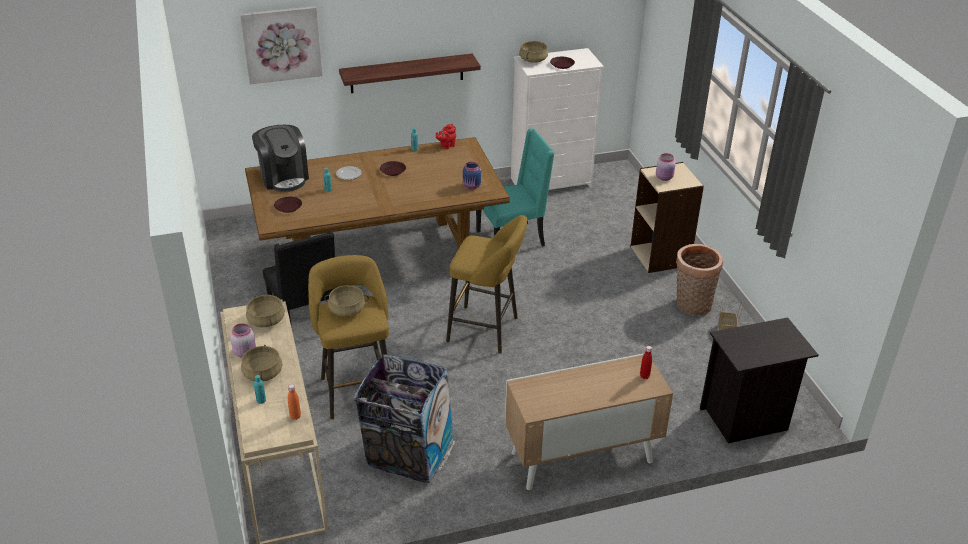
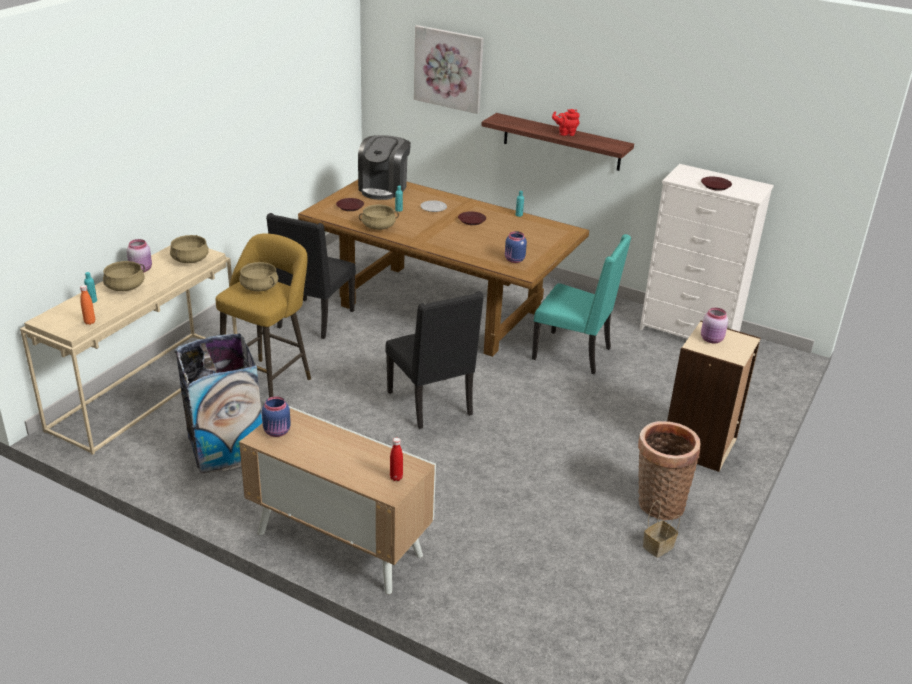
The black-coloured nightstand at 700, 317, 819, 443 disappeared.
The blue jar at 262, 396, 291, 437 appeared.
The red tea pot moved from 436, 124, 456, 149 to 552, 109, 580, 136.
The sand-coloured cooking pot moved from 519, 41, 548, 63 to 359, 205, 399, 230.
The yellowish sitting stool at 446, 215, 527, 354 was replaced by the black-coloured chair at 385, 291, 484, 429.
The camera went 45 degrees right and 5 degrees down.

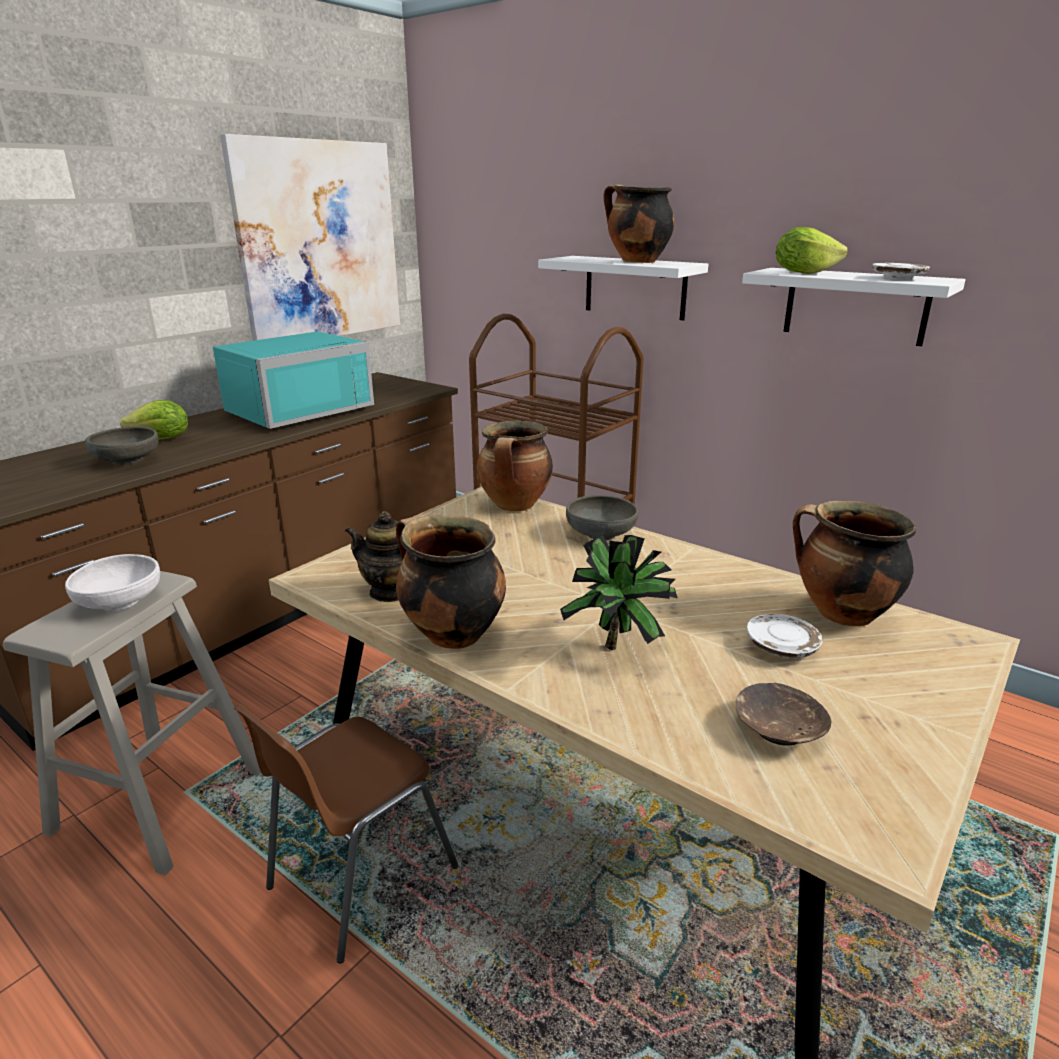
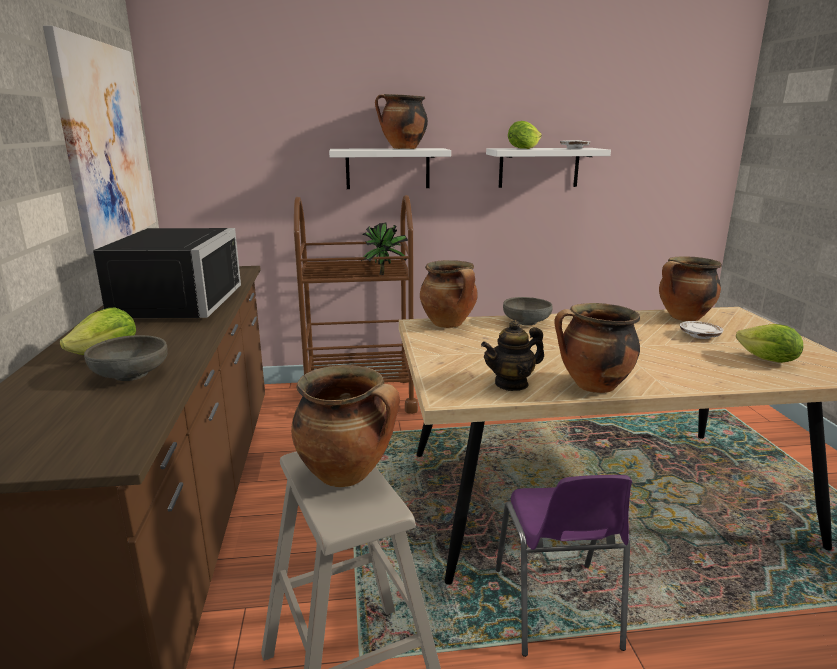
The houseplant moved from 560, 535, 677, 650 to 361, 223, 408, 275.
The whitish serving bowl at 65, 554, 160, 611 was replaced by the cooking pot at 291, 365, 400, 487.
The brown-coloured serving bowl at 735, 683, 831, 745 was replaced by the lettuce head at 736, 324, 803, 363.
The blue-green kitchen microwave at 213, 331, 374, 429 became the black-coloured kitchen microwave at 93, 228, 241, 318.
The brown-coloured chair at 234, 704, 459, 963 became the purple-coloured chair at 496, 475, 632, 657.
The camera went 45 degrees left and 5 degrees down.

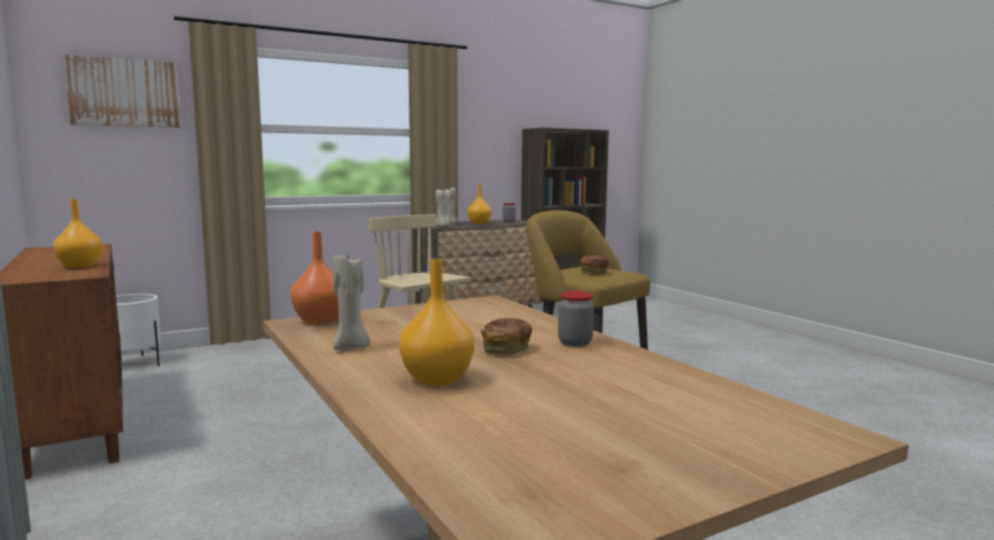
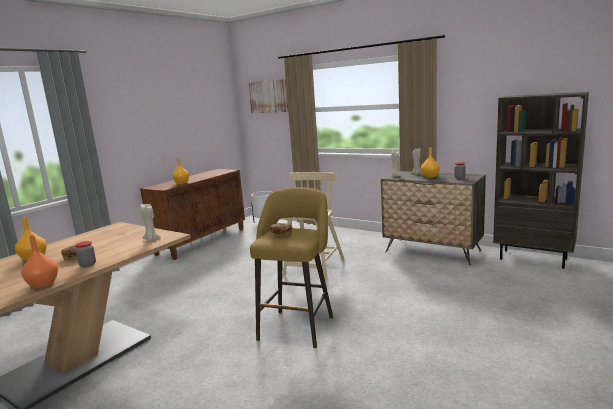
The orangey vase moved from 290, 231, 339, 324 to 21, 235, 58, 288.
The sand-coloured wax light moved from 333, 256, 370, 350 to 140, 204, 160, 241.
The camera went 65 degrees right and 5 degrees up.

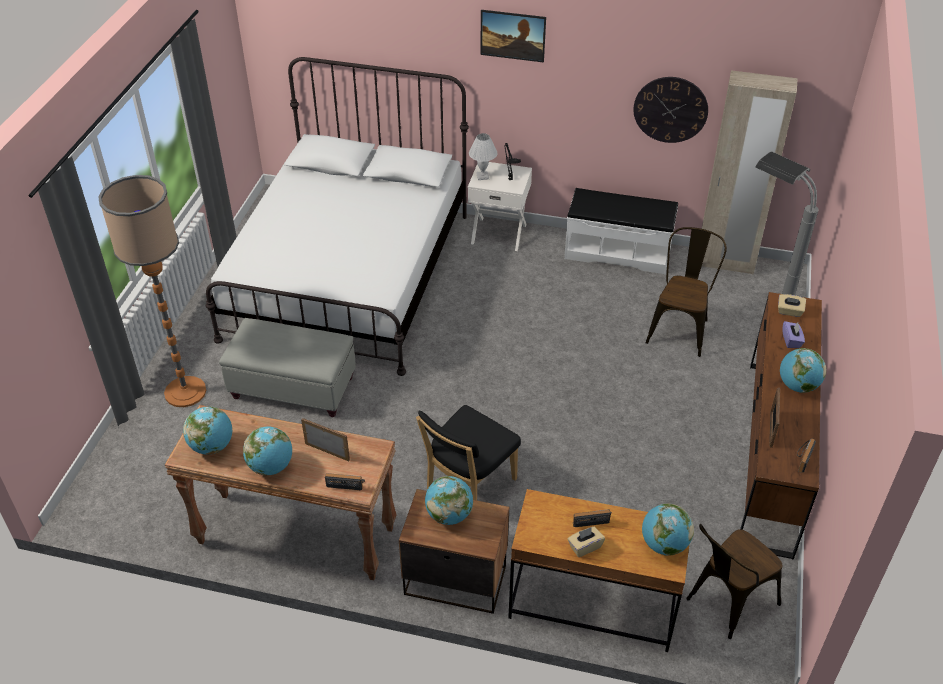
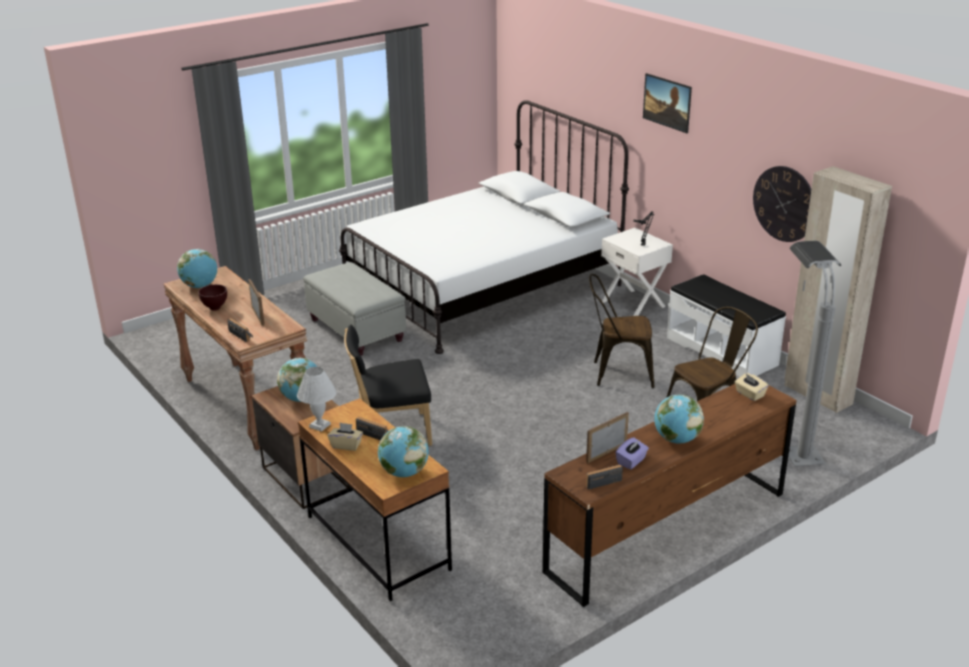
The standard lamp at 98, 175, 206, 407 disappeared.
The whitish lamp for a table moved from 469, 133, 497, 180 to 297, 367, 336, 432.
The brown-coloured chair moved from 686, 524, 782, 639 to 589, 274, 654, 388.
The purple-coloured tissue holder moved from 783, 321, 805, 348 to 615, 437, 649, 470.
The globe at 243, 427, 292, 476 was replaced by the brown-coloured serving bowl at 198, 284, 227, 311.
The camera went 40 degrees right and 15 degrees down.

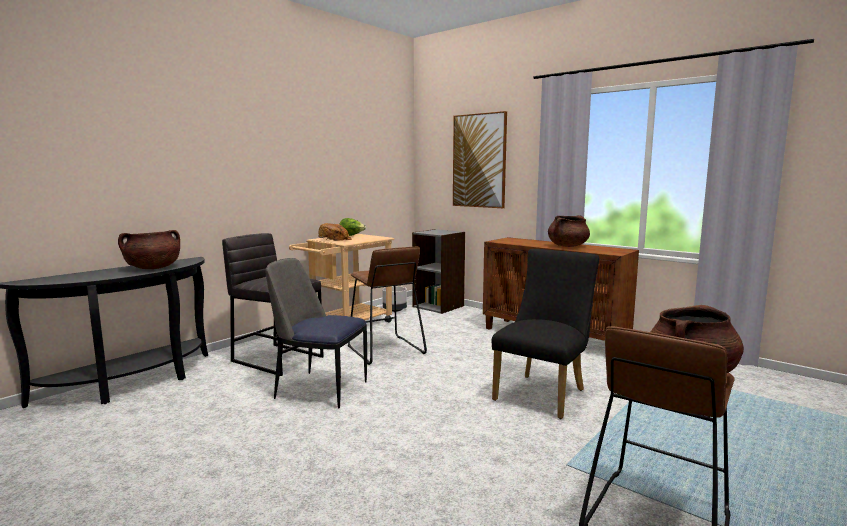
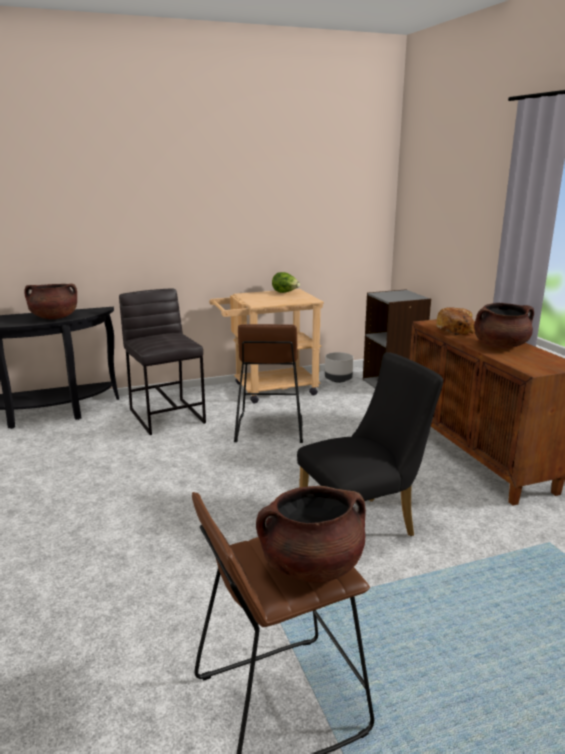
The chair at 265, 258, 367, 409 disappeared.
The wall art at 453, 111, 507, 208 disappeared.
The bakery bread moved from 319, 223, 352, 241 to 436, 308, 475, 335.
The camera went 30 degrees right and 10 degrees up.

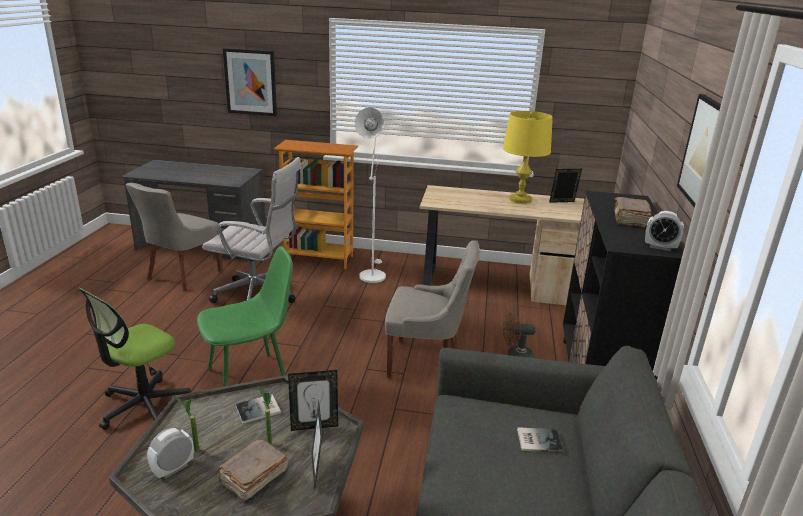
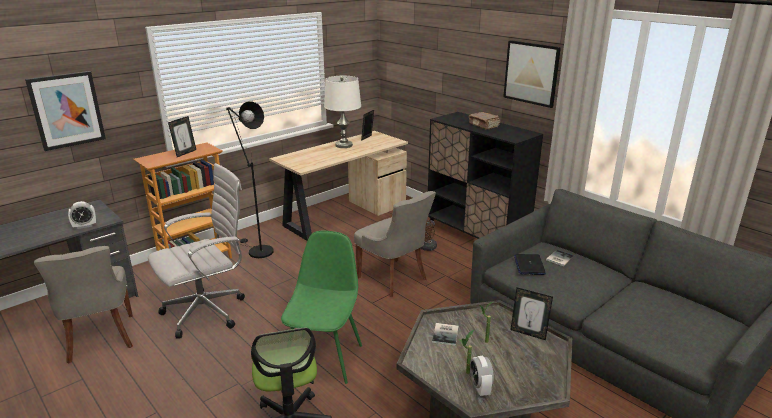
The brown-coloured volume at 217, 439, 288, 502 disappeared.
The portable computer at 514, 254, 546, 275 appeared.
The standing frame moved from 288, 370, 338, 431 to 168, 116, 196, 157.
The bedside clock moved from 645, 211, 684, 251 to 68, 201, 96, 229.
The whitish standard lamp at 355, 107, 386, 283 became the black-coloured standard lamp at 226, 101, 274, 258.
The yellowish lamp for a table at 503, 111, 553, 204 became the whitish lamp for a table at 324, 76, 361, 148.
The grey chair at 385, 241, 480, 379 turned 90 degrees clockwise.
The camera went 50 degrees left and 0 degrees up.

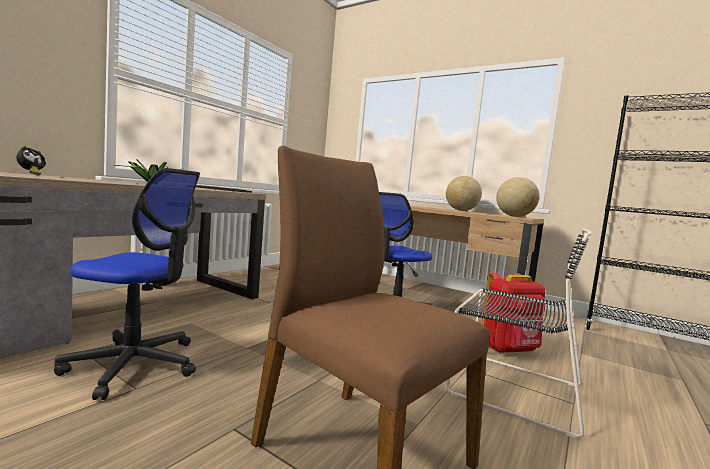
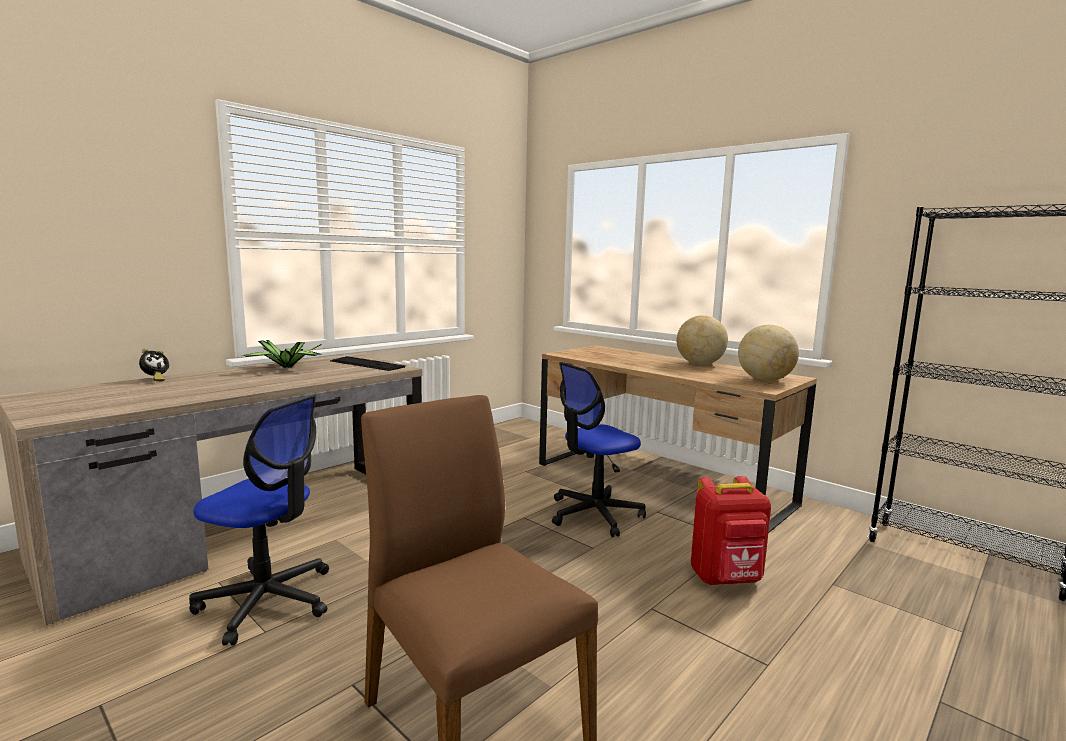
The black-coloured chair at 446, 229, 592, 438 disappeared.
The camera went 10 degrees right and 5 degrees up.

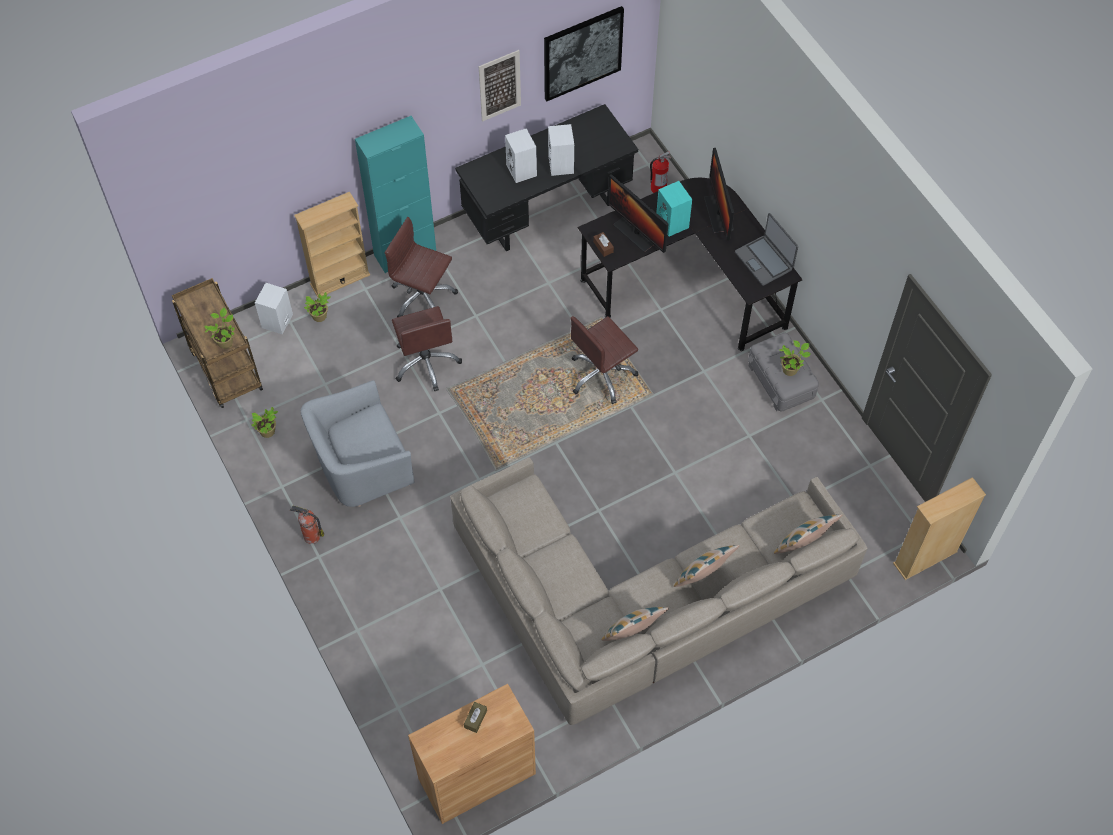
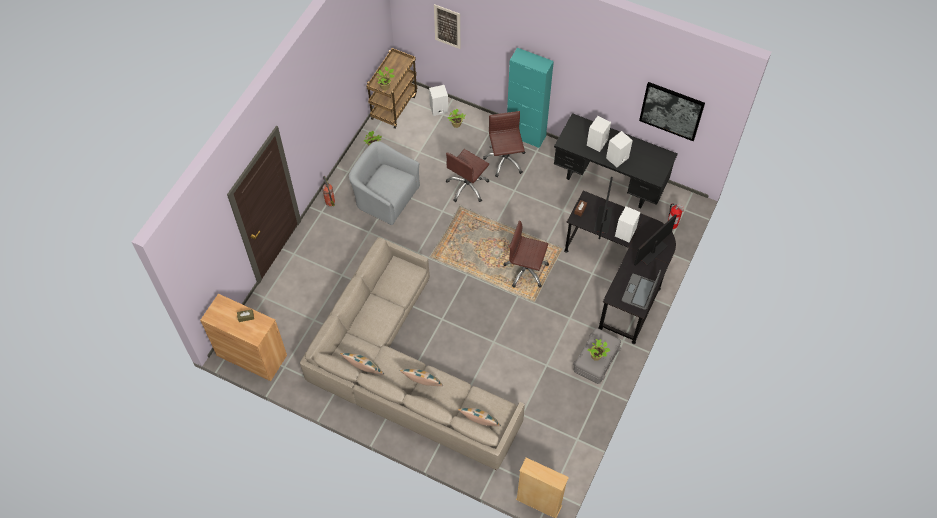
The sand-coloured shelving unit at 294, 192, 370, 297 disappeared.
The wall art moved from 479, 50, 521, 122 to 434, 4, 460, 49.
The blue-green audio speaker at 656, 181, 692, 236 became the whitish audio speaker at 615, 206, 640, 242.
The camera went 55 degrees right and 0 degrees up.

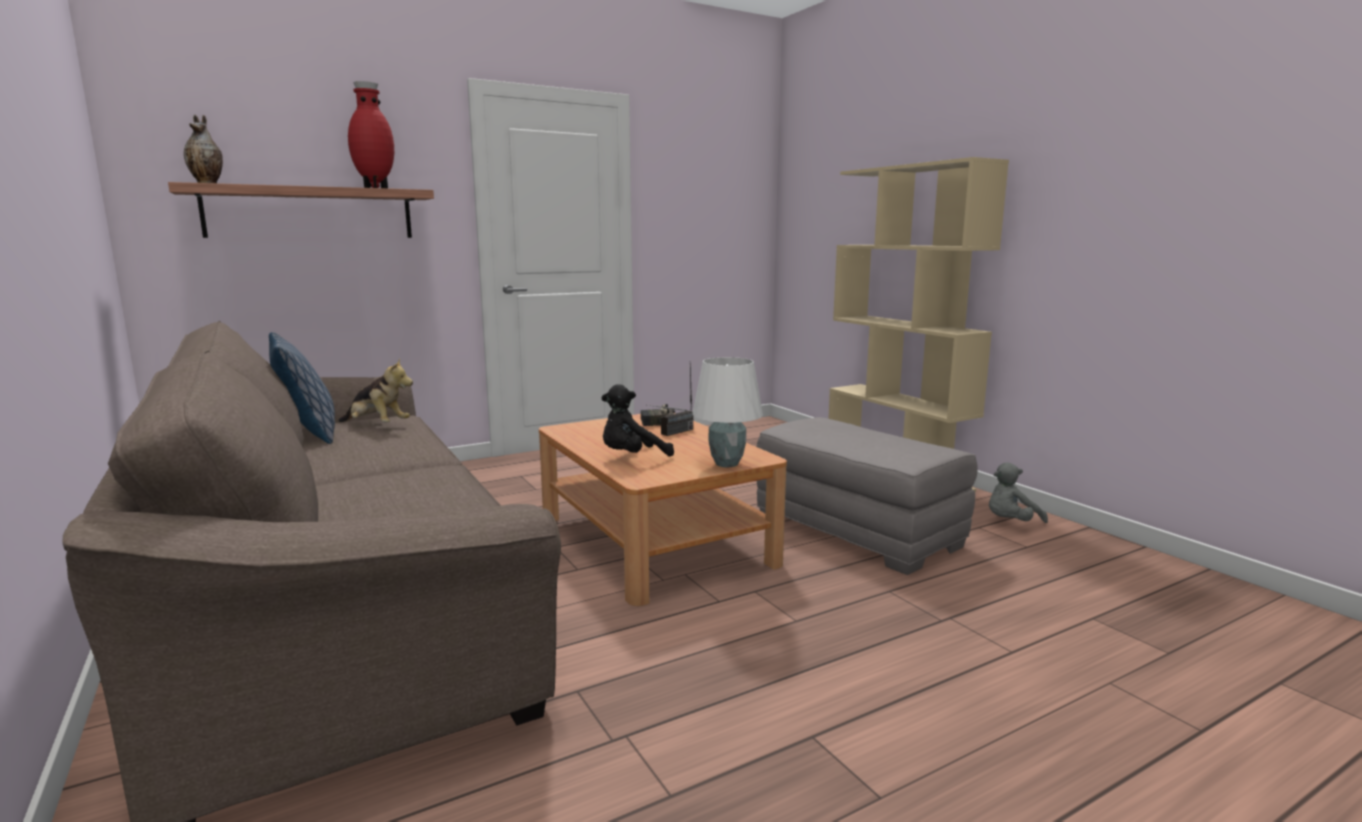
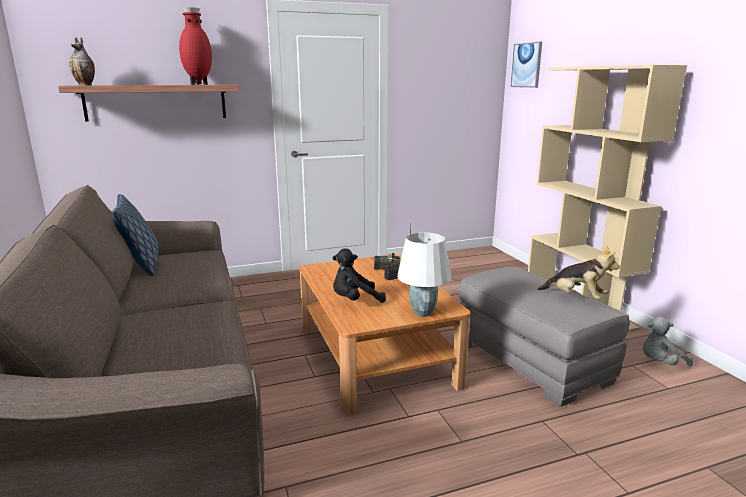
The wall art at 511, 42, 542, 88 appeared.
The cuddly toy moved from 339, 358, 413, 423 to 537, 246, 620, 299.
The camera went 10 degrees right and 5 degrees up.

